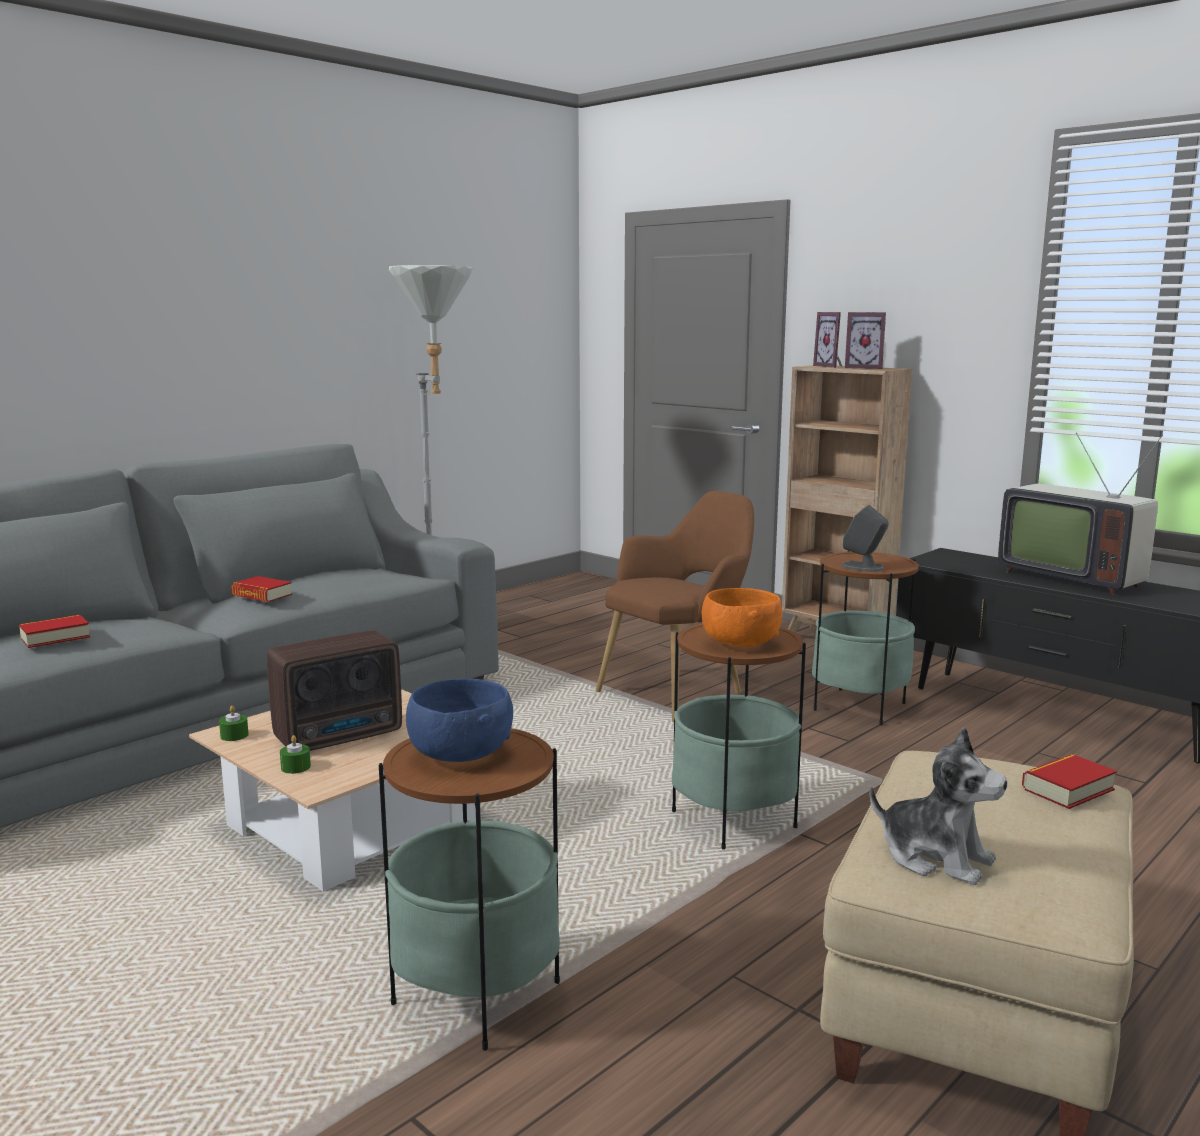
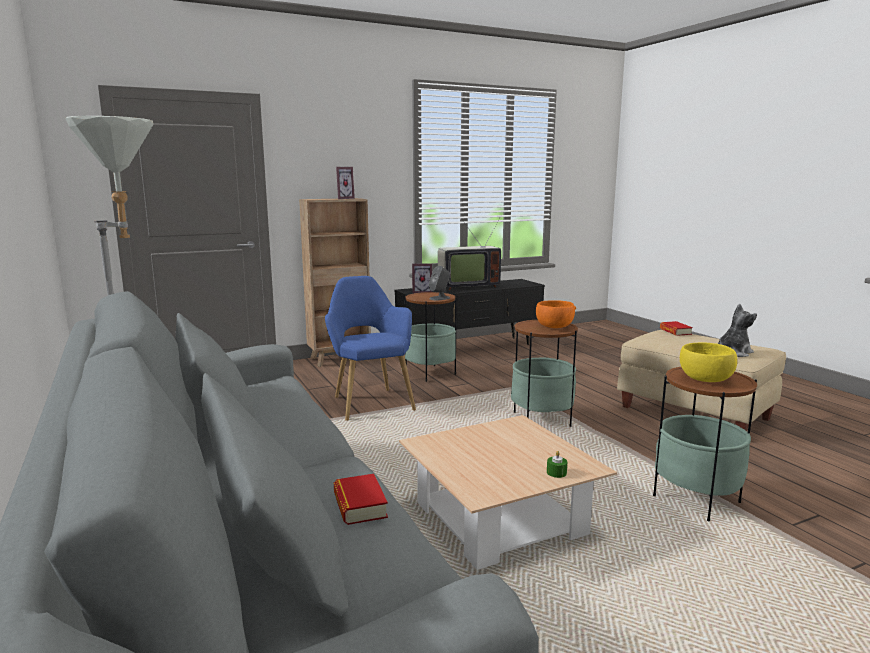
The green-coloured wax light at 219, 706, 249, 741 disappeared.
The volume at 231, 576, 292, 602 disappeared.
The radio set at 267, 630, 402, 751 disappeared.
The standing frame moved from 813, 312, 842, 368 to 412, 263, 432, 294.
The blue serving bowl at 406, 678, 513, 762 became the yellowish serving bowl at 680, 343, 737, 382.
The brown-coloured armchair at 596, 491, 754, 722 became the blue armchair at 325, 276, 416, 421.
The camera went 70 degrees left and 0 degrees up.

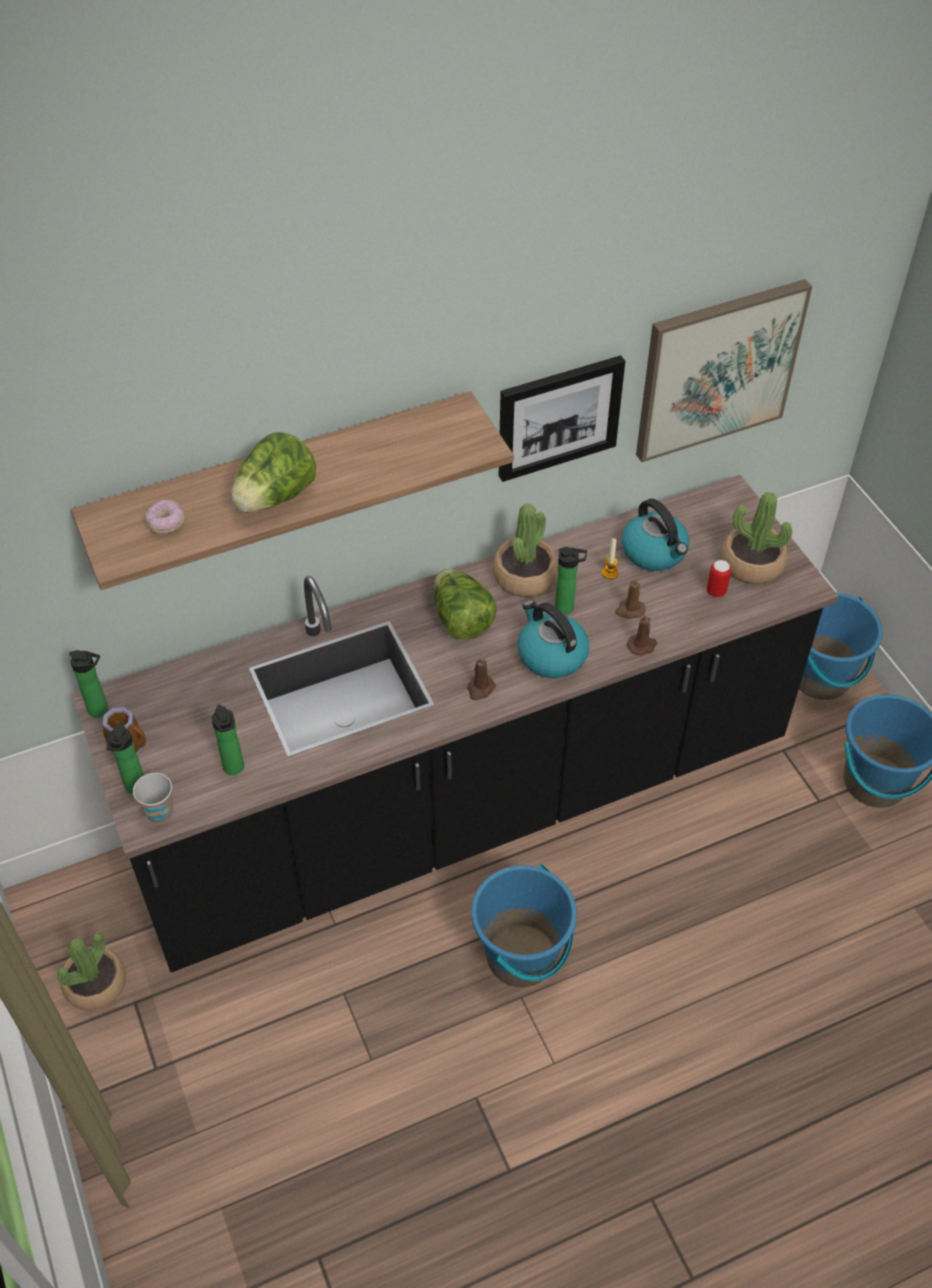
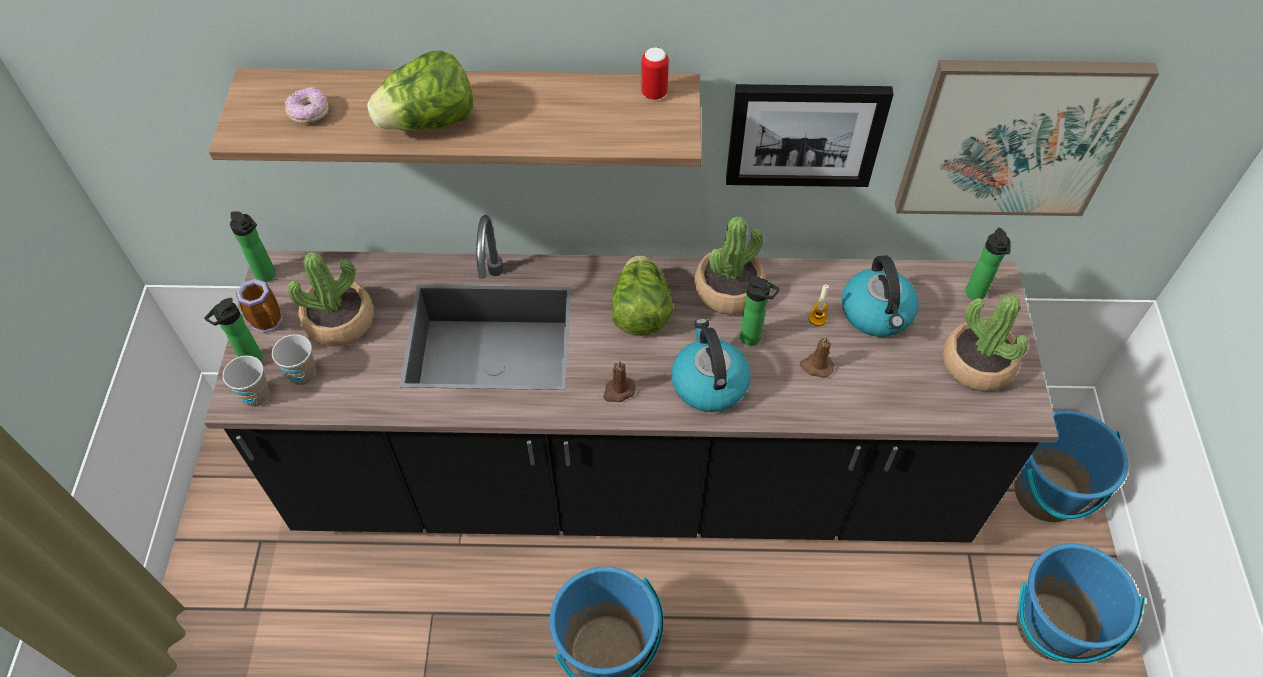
The brown-coloured wax light at 627, 613, 657, 656 disappeared.
The drinking cup at 272, 334, 316, 386 appeared.
The houseplant moved from 57, 932, 126, 1011 to 288, 252, 374, 347.
The bottle moved from 211, 705, 244, 775 to 965, 228, 1011, 300.
The can moved from 707, 560, 731, 598 to 641, 47, 669, 100.
The camera went 25 degrees right and 5 degrees up.

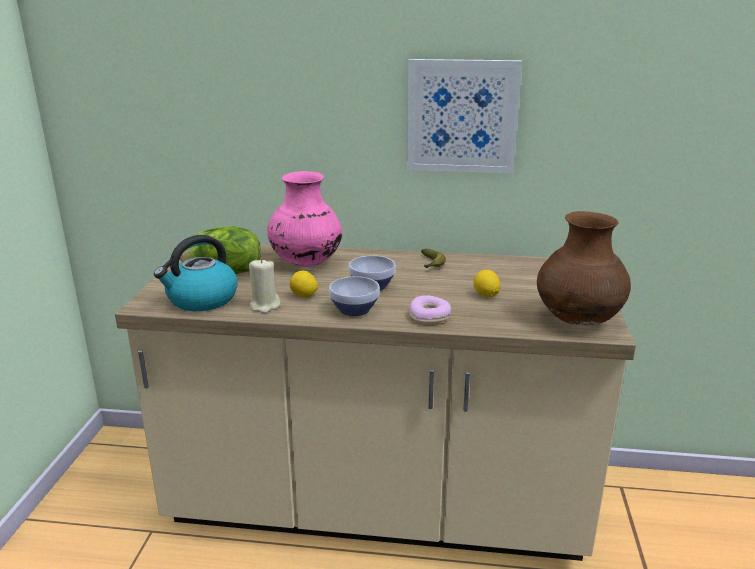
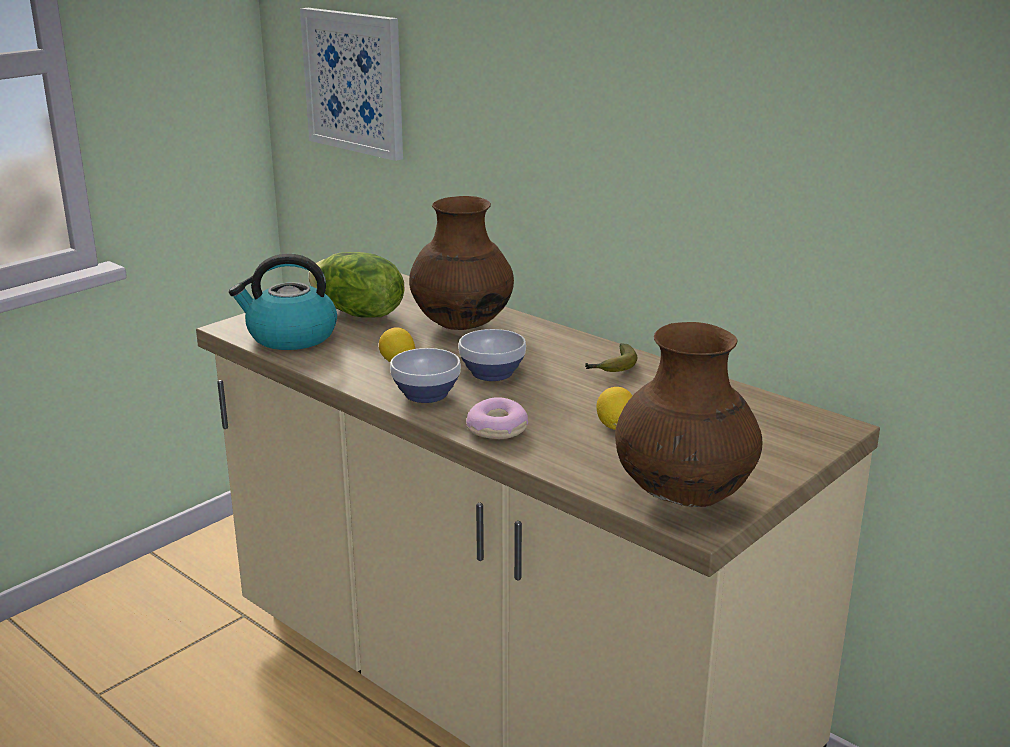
The sand-coloured wax light at 249, 258, 280, 313 disappeared.
The wall art moved from 406, 59, 522, 173 to 300, 8, 403, 161.
The pinkish vase at 267, 171, 342, 267 became the brown-coloured vase at 409, 196, 514, 330.
The camera went 35 degrees right and 0 degrees up.

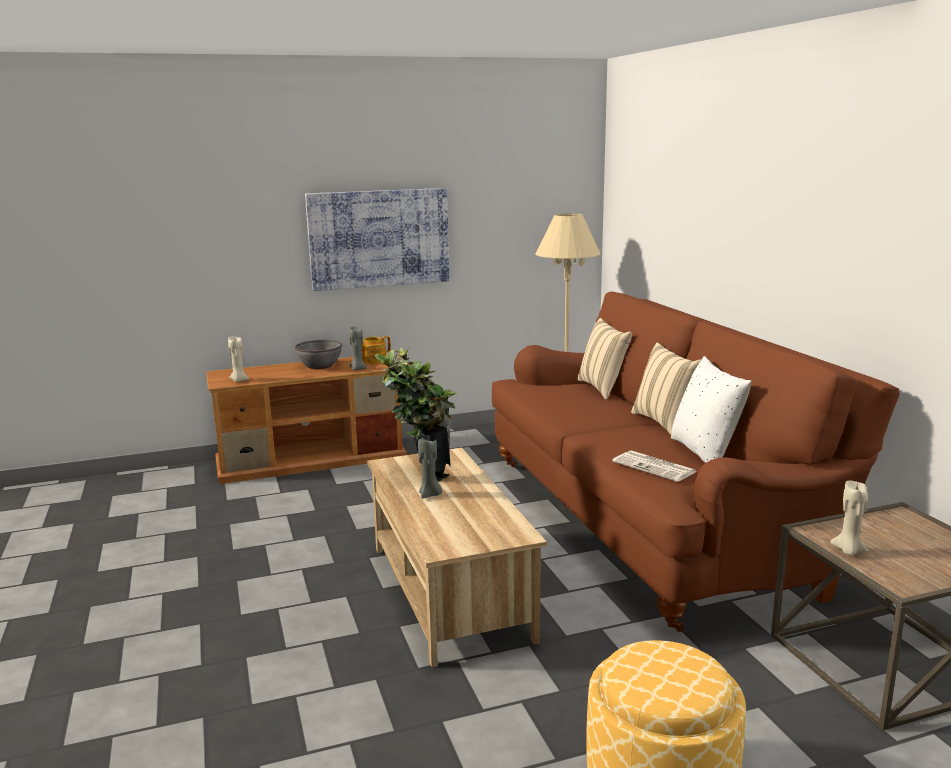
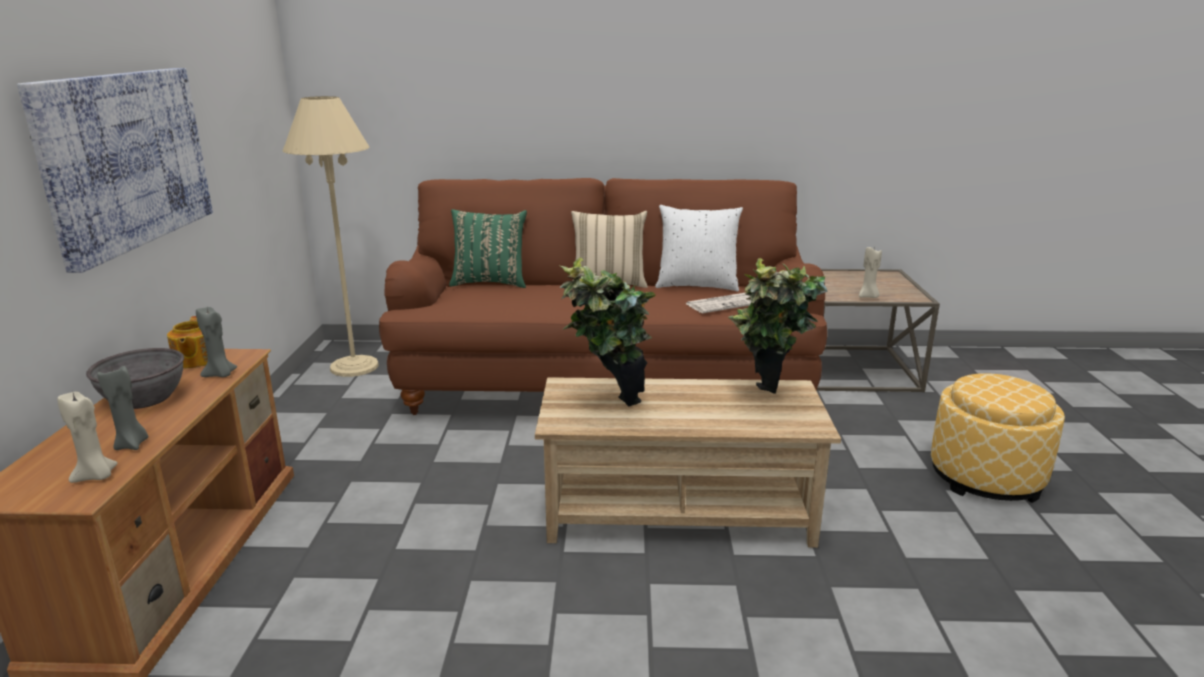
The houseplant at 728, 258, 828, 394 appeared.
The grey wax light moved from 418, 438, 442, 499 to 97, 366, 149, 450.
The sand-coloured pillow at 577, 318, 632, 400 became the green-coloured pillow at 449, 209, 527, 288.
The camera went 70 degrees left and 5 degrees up.

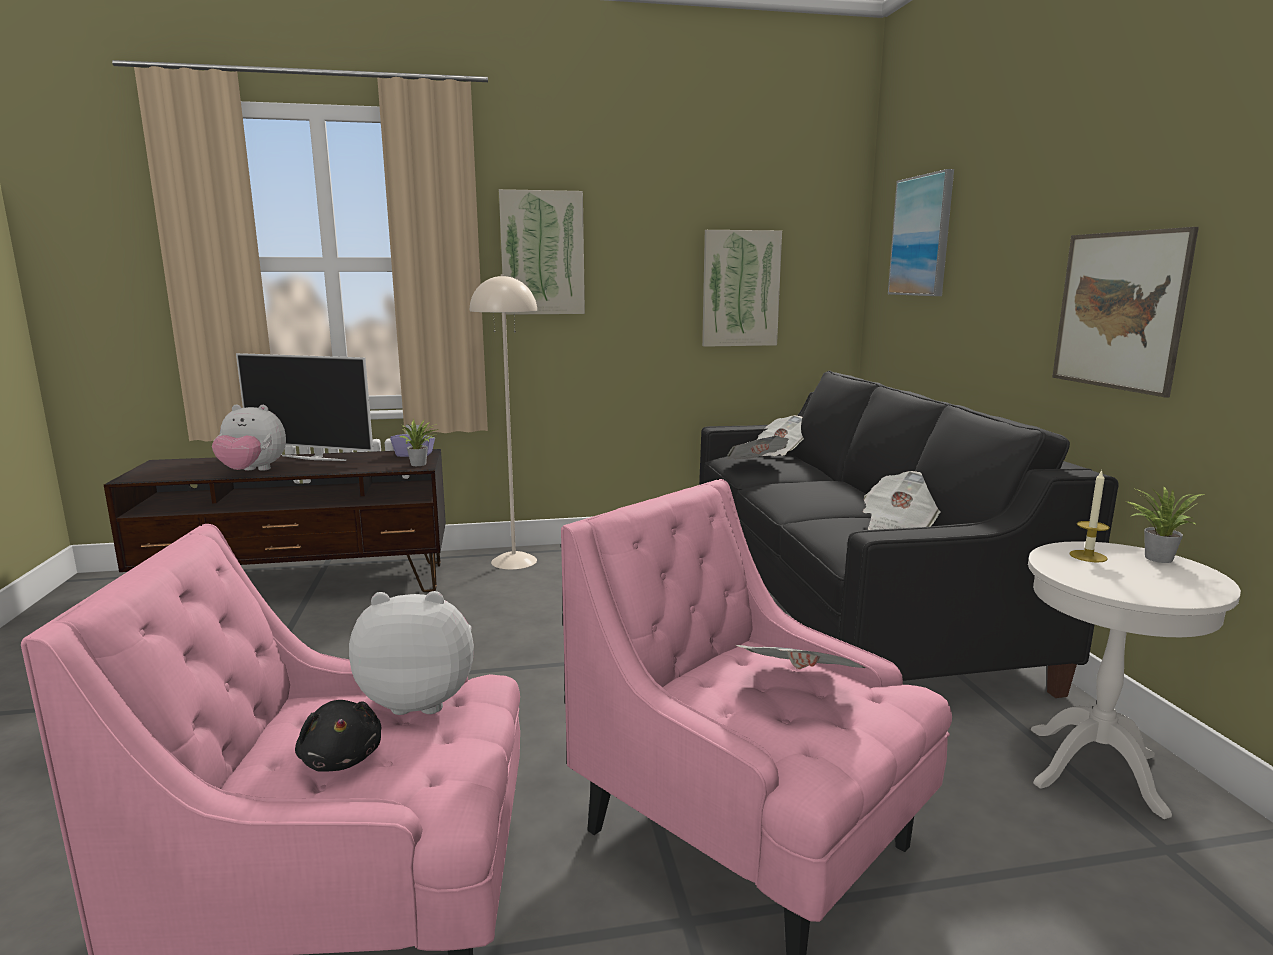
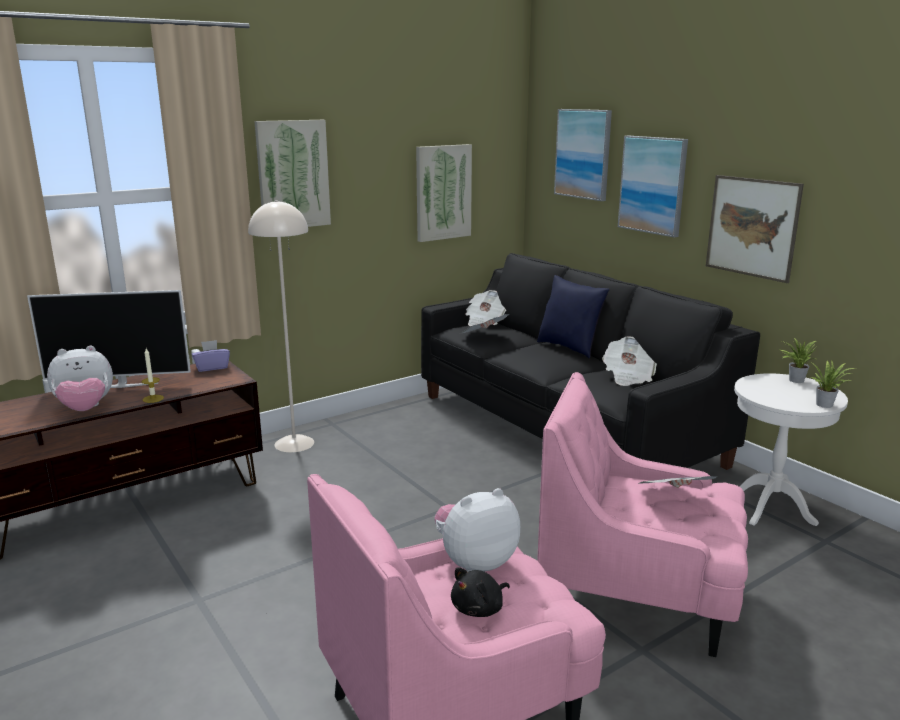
The blue pillow at 537, 275, 610, 359 appeared.
The wall art at 618, 136, 688, 238 appeared.
The houseplant moved from 399, 418, 440, 466 to 811, 360, 855, 408.
The wax light moved from 1069, 470, 1110, 562 to 141, 348, 164, 403.
The black-coloured cuddly toy at 295, 700, 381, 772 turned 105 degrees clockwise.
The camera went 25 degrees left and 5 degrees up.

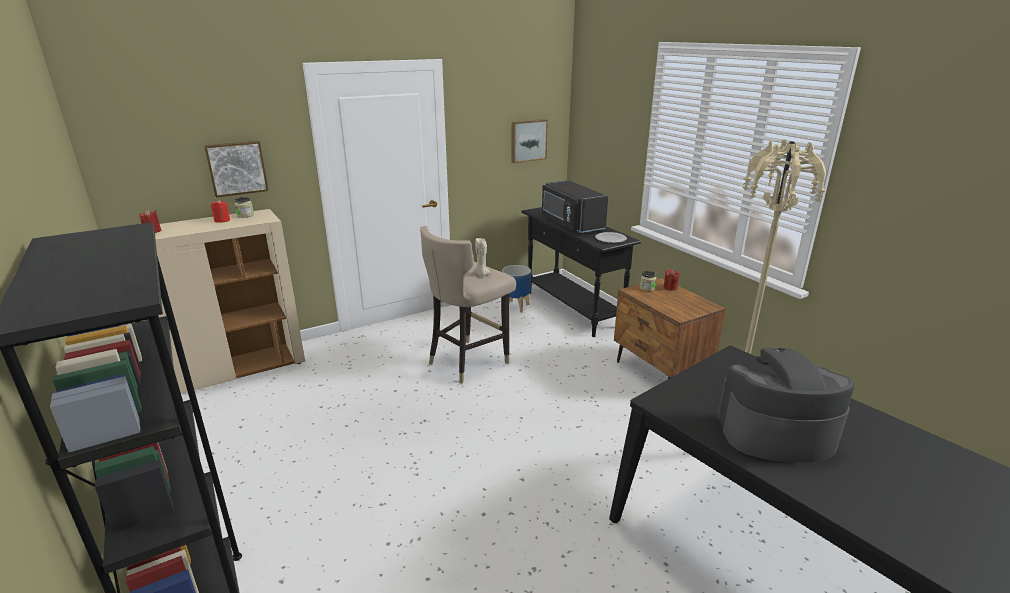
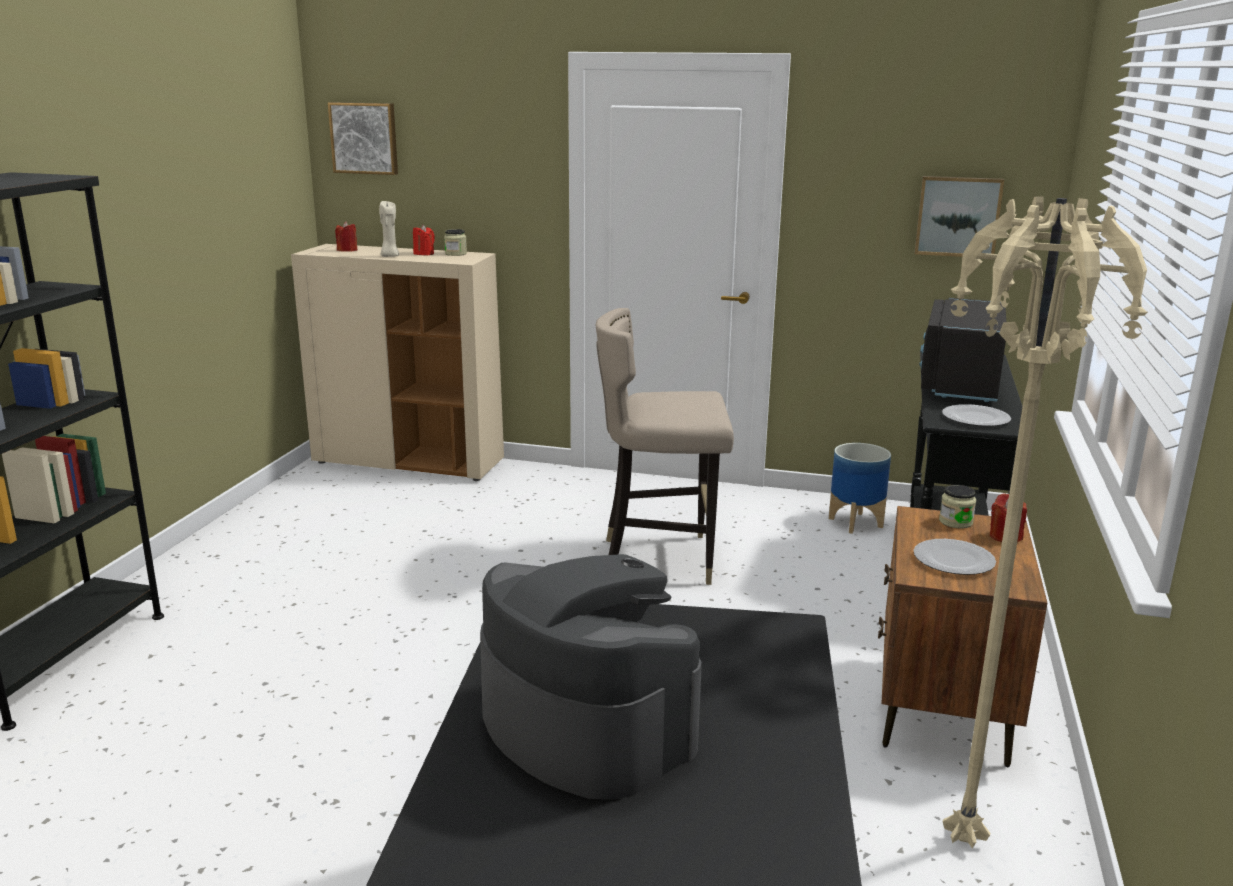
The flat dish at 913, 539, 996, 575 appeared.
The wall art moved from 204, 141, 269, 197 to 328, 102, 398, 175.
The sand-coloured wax light moved from 473, 238, 491, 276 to 379, 201, 399, 257.
The camera went 45 degrees right and 5 degrees down.

